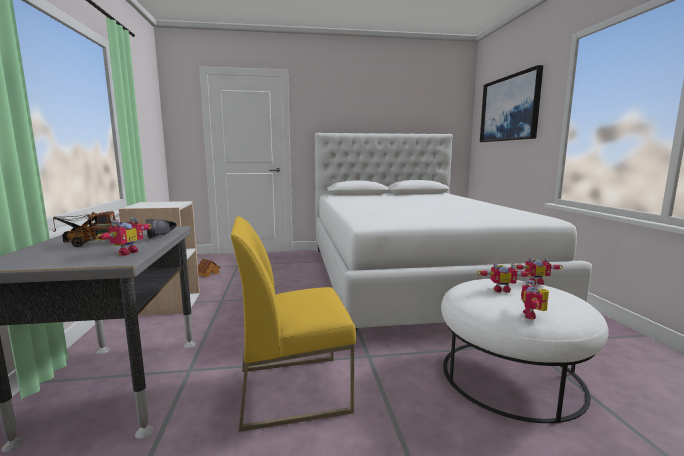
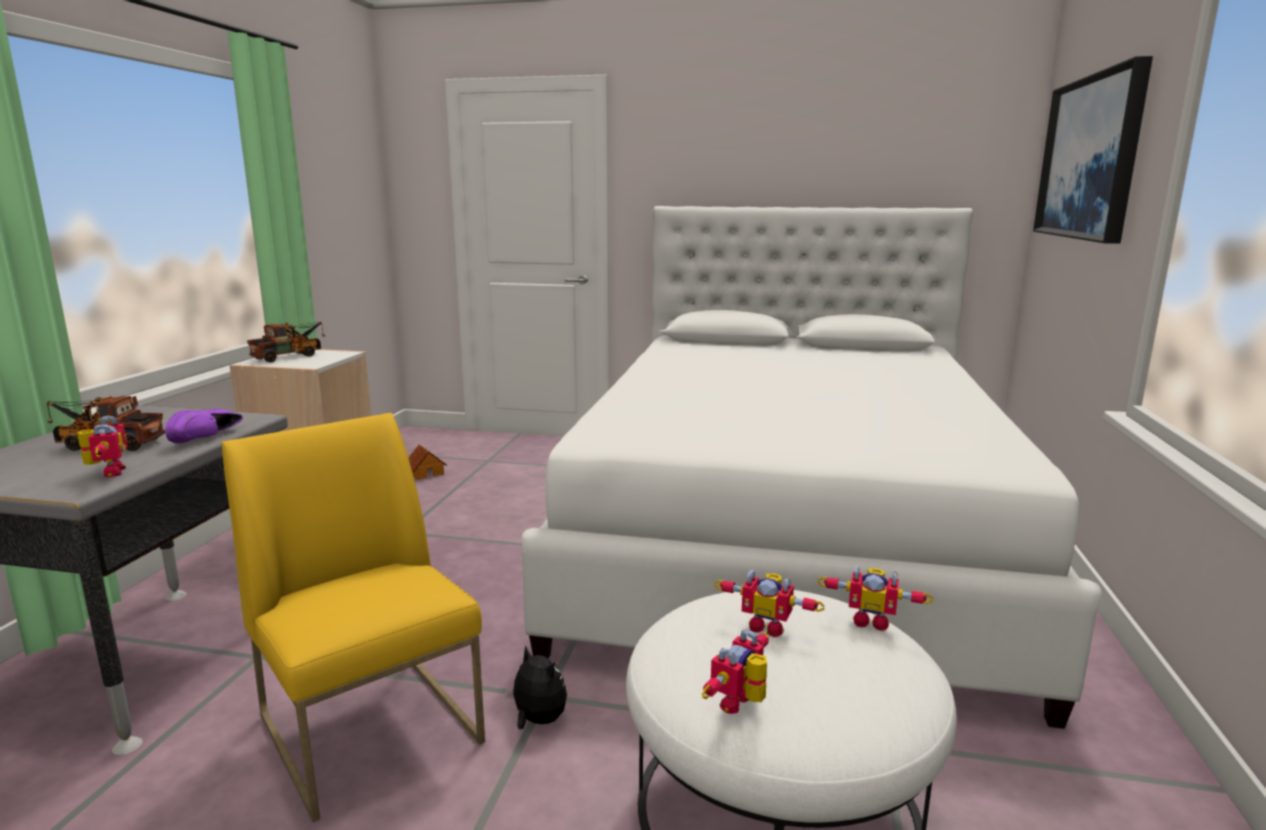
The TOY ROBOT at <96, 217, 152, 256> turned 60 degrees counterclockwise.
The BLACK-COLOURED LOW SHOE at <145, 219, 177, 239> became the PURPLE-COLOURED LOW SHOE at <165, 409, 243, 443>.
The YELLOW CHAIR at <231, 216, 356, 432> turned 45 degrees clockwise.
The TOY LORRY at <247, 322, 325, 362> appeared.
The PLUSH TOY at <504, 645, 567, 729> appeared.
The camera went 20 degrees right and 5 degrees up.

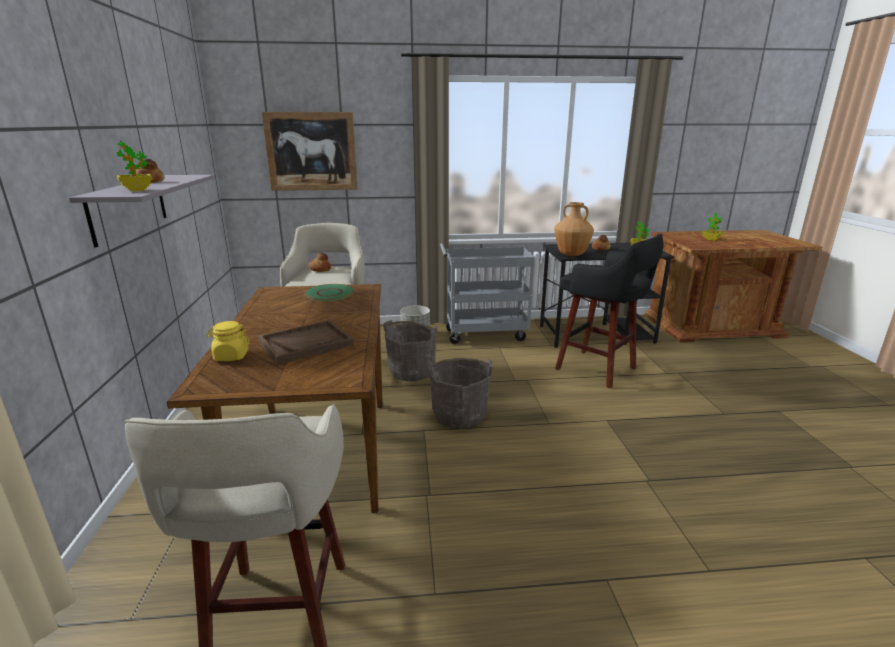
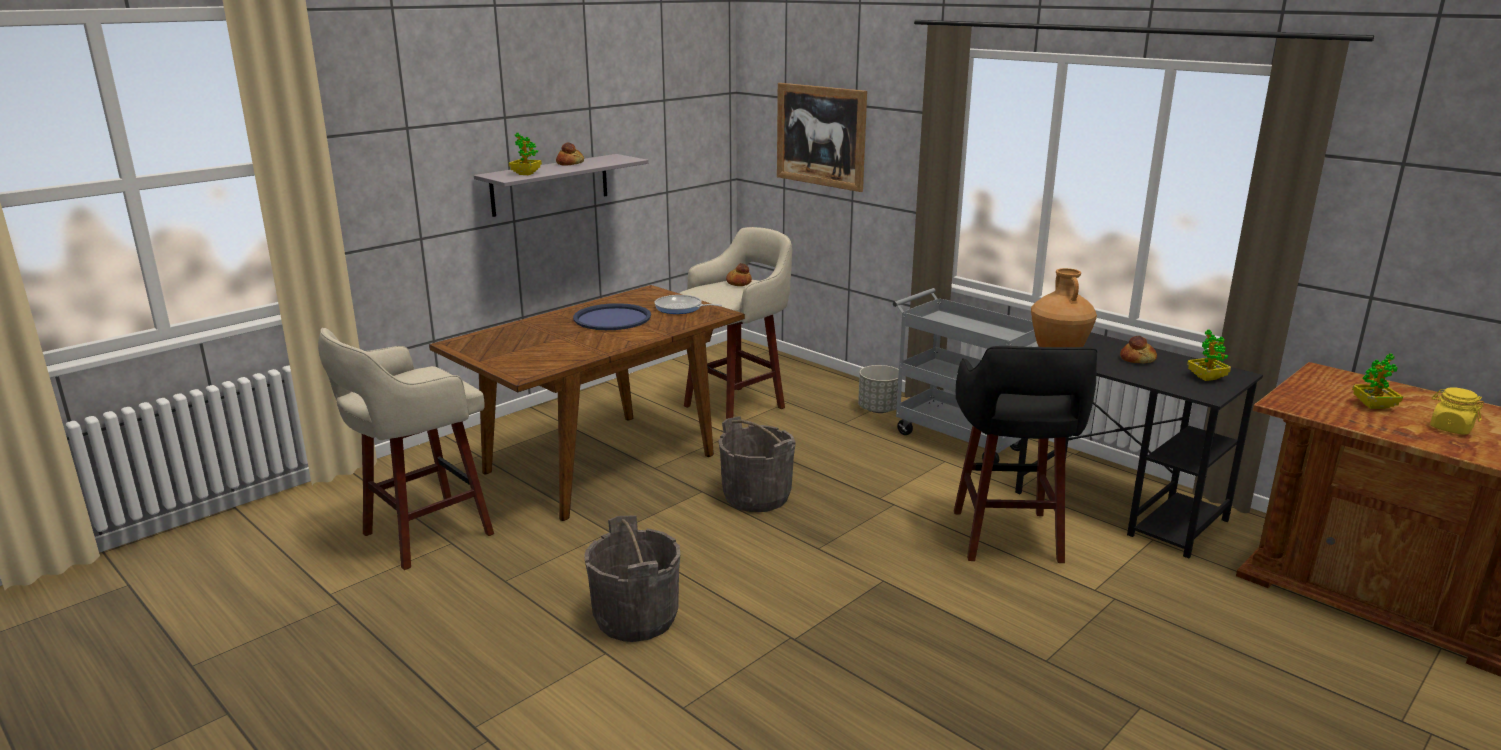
The BLUE-COLOURED CARRYING TRAY at <573, 303, 651, 330> appeared.
The GREYISH BUCKET moved from <383, 320, 438, 381> to <584, 515, 680, 642>.
The GREEN FLAT DISH at <304, 284, 355, 301> was replaced by the FRYING PAN at <655, 295, 722, 314>.
The YELLOW PRESERVE JAR moved from <206, 321, 249, 361> to <1430, 388, 1484, 435>.
The BROWNISH CARRYING TRAY at <258, 320, 354, 365> disappeared.
The camera went 50 degrees right and 0 degrees up.

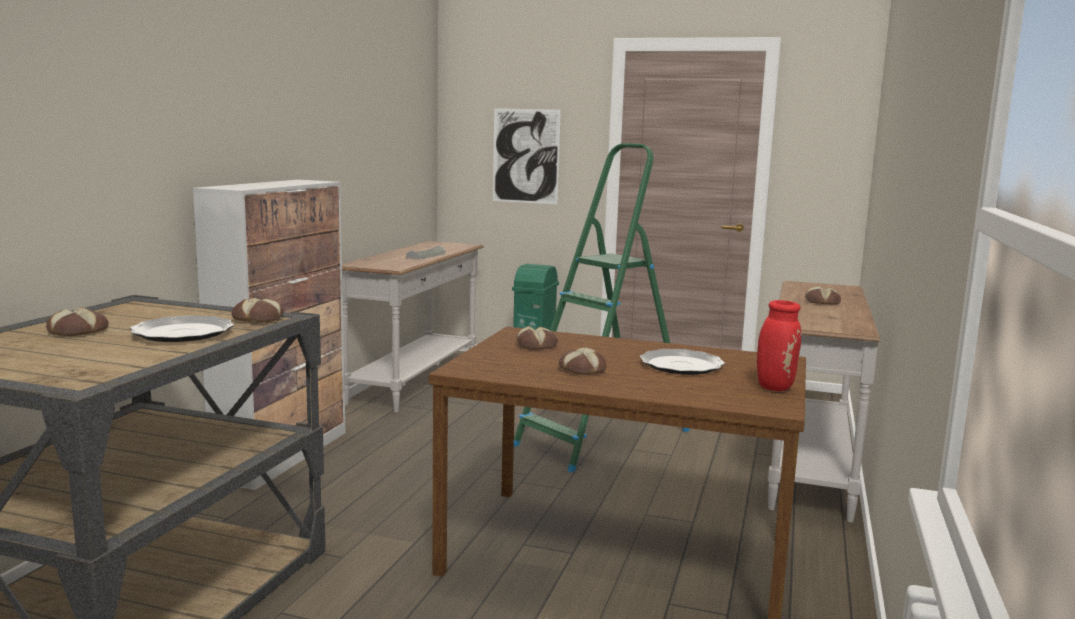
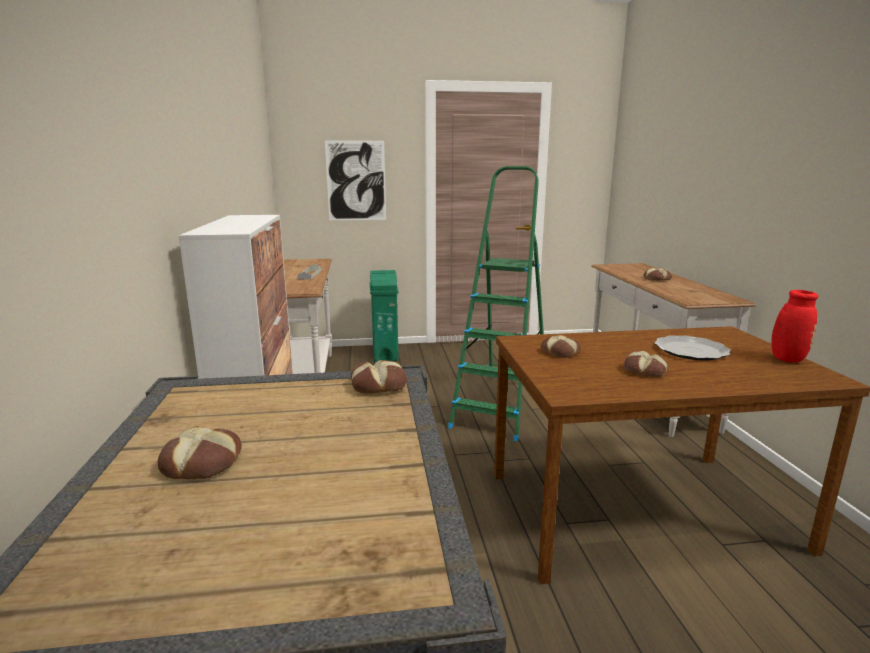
The FLAT DISH at <130, 315, 234, 342> disappeared.
The camera went 25 degrees left and 5 degrees up.

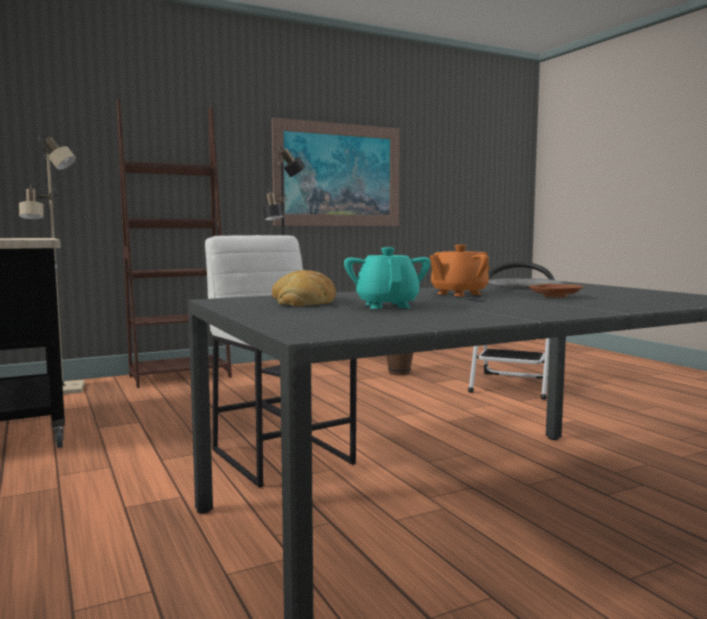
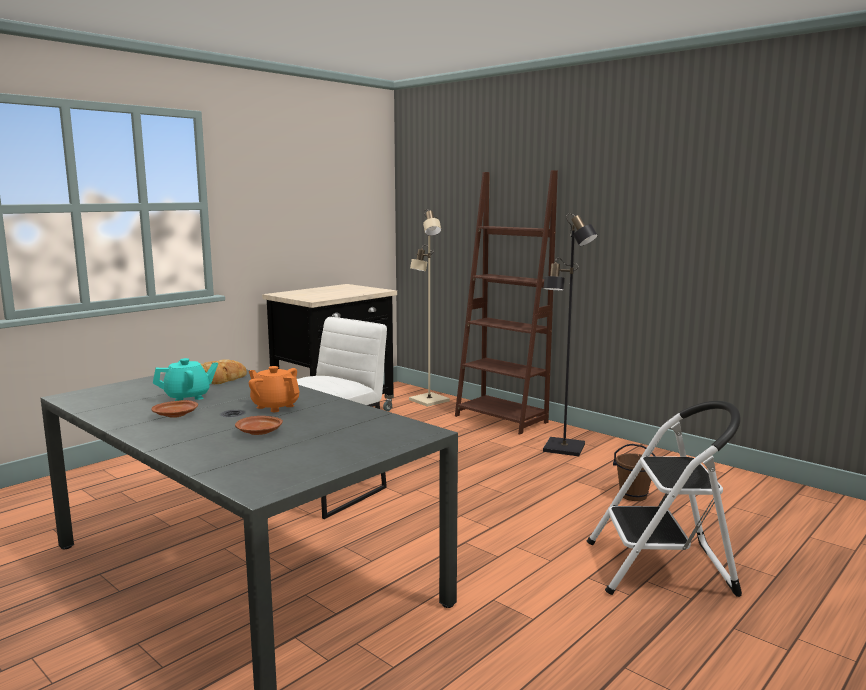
The BROWNISH FLAT DISH at <151, 400, 198, 418> appeared.
The PICTURE at <272, 118, 400, 226> disappeared.
The GREYISH FLAT DISH at <488, 278, 564, 290> disappeared.
The camera went 70 degrees right and 5 degrees up.

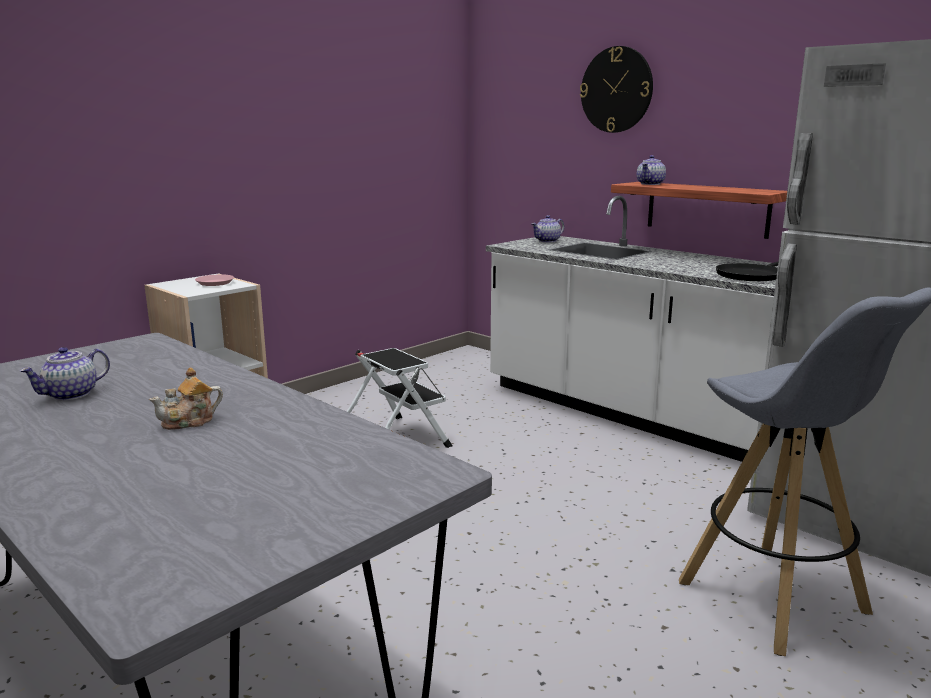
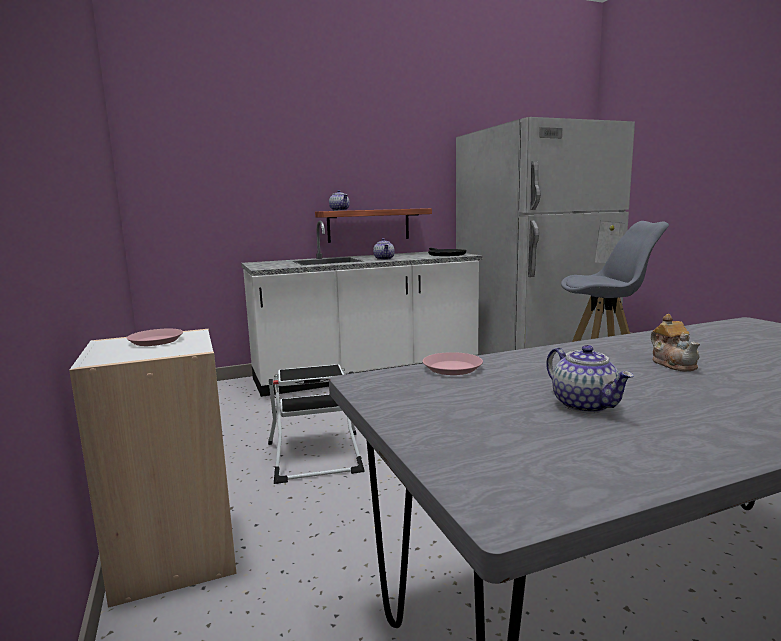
The TEAPOT moved from <531, 215, 564, 242> to <373, 238, 395, 260>.
The PINKISH FLAT DISH at <423, 352, 483, 375> appeared.
The WALL CLOCK at <580, 46, 653, 133> disappeared.
The camera went 65 degrees left and 5 degrees down.

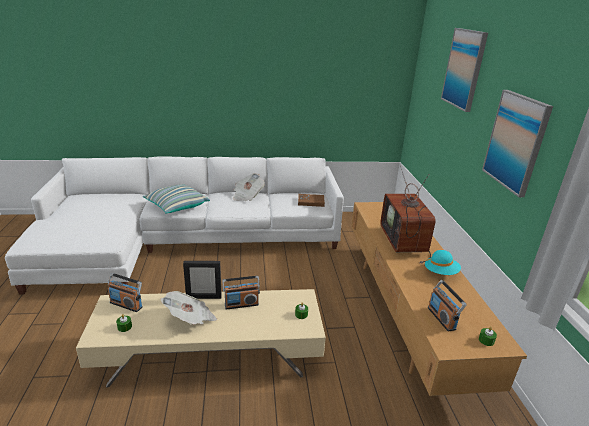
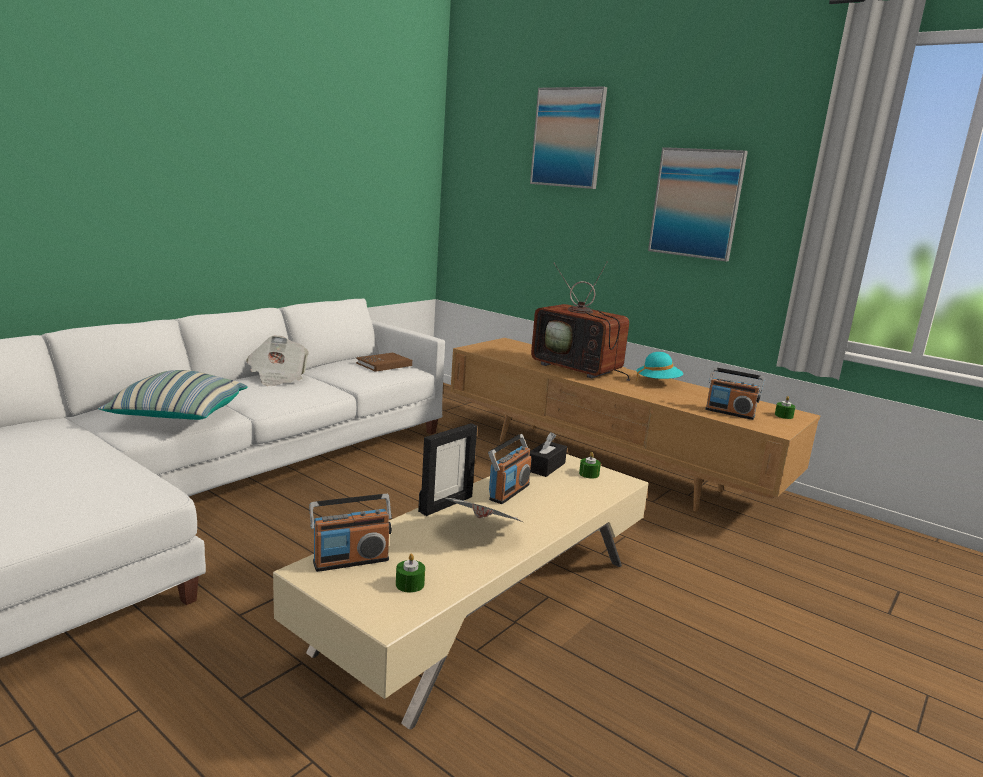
The BLACK-COLOURED TISSUE HOLDER at <530, 432, 567, 477> appeared.
The camera went 45 degrees left and 10 degrees down.

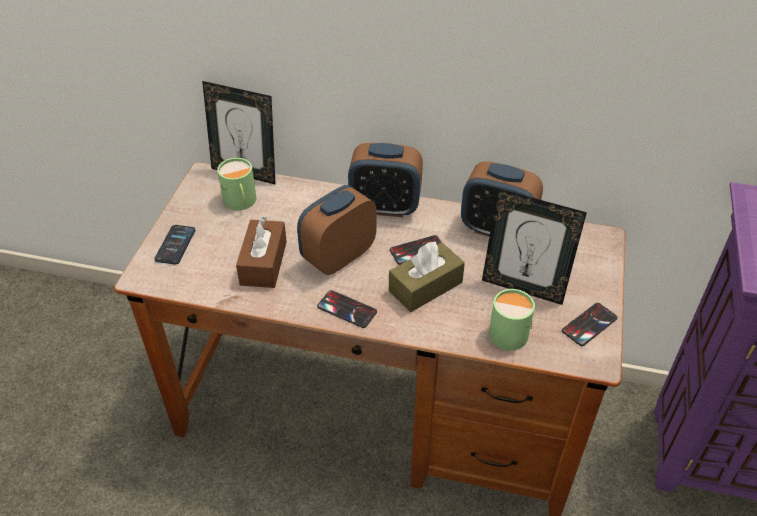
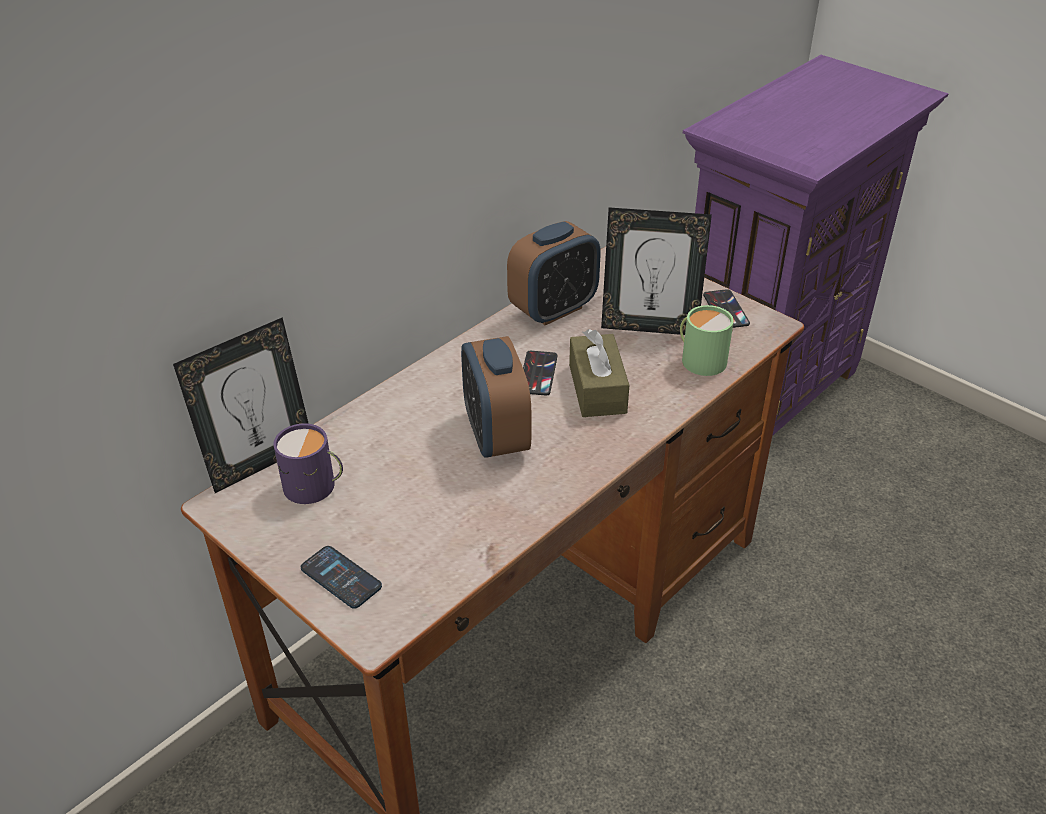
The GREEN TEA MUG at <217, 158, 257, 210> became the PURPLE-COLOURED TEA MUG at <274, 423, 343, 504>.
The PHOTO FRAME at <482, 189, 587, 305> turned 45 degrees clockwise.
The BROWNISH TISSUE HOLDER at <236, 217, 287, 288> disappeared.
The HANDSET at <317, 290, 377, 328> disappeared.
The ALARM CLOCK at <348, 143, 423, 217> disappeared.
The camera went 60 degrees left and 5 degrees down.

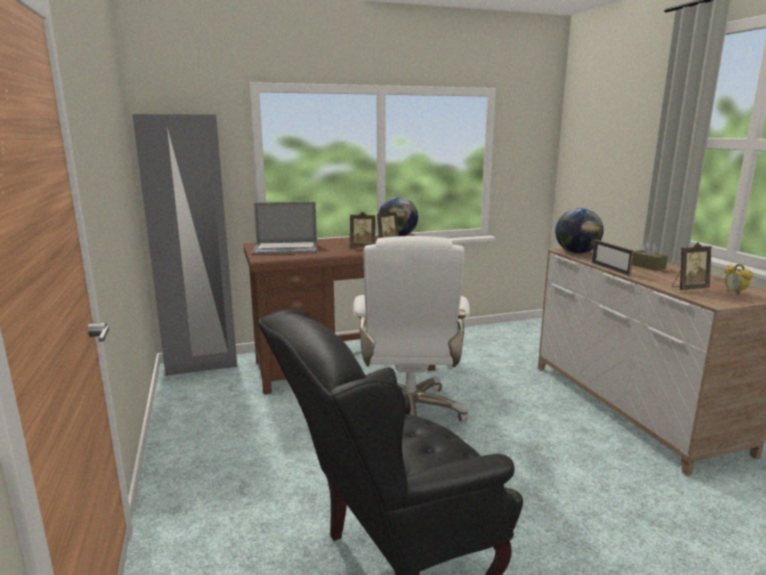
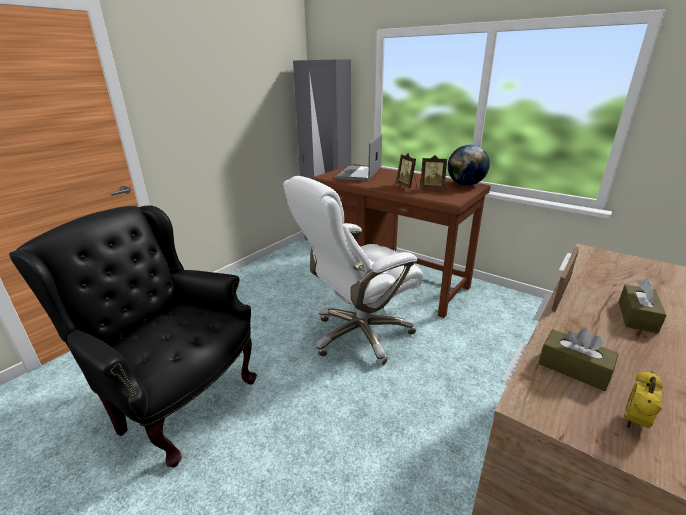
The PORTABLE COMPUTER at <252, 202, 317, 255> turned 60 degrees clockwise.
The PHOTO FRAME at <672, 242, 712, 290> was replaced by the BROWNISH TISSUE HOLDER at <539, 328, 619, 391>.
The DESK GLOBE at <555, 208, 603, 254> disappeared.
The camera went 55 degrees right and 10 degrees up.

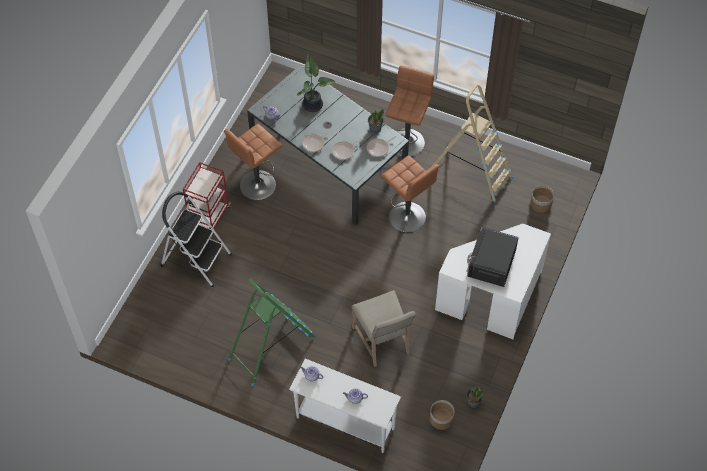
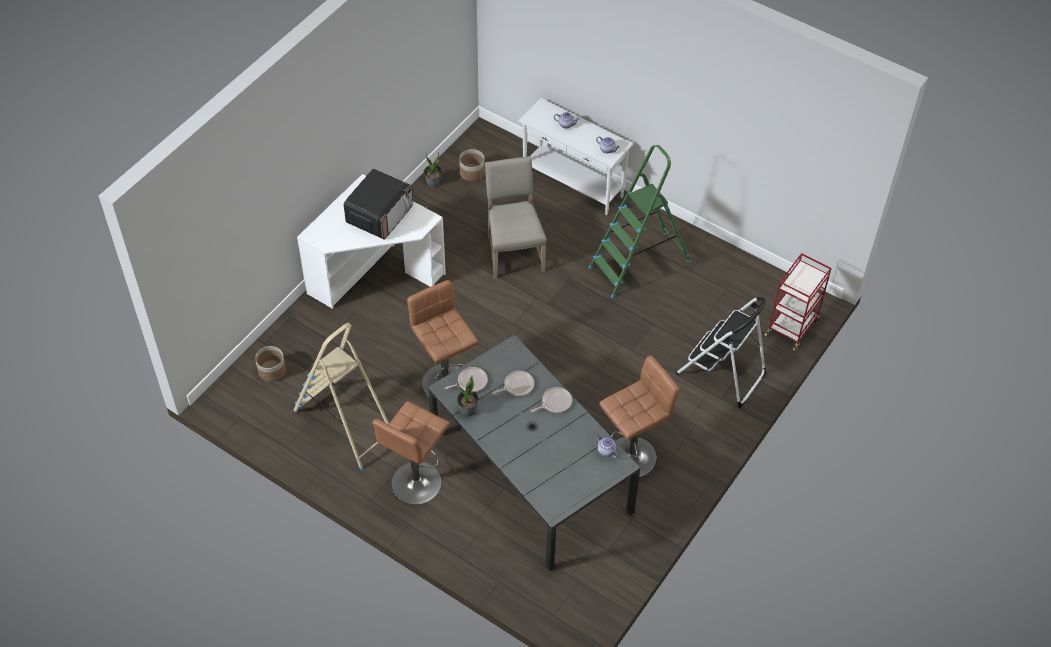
The RED-COLOURED WHEELED CART moved from <183, 162, 231, 234> to <764, 253, 832, 352>.
The HOUSEPLANT at <297, 54, 335, 112> disappeared.
The camera went 170 degrees left and 5 degrees down.

